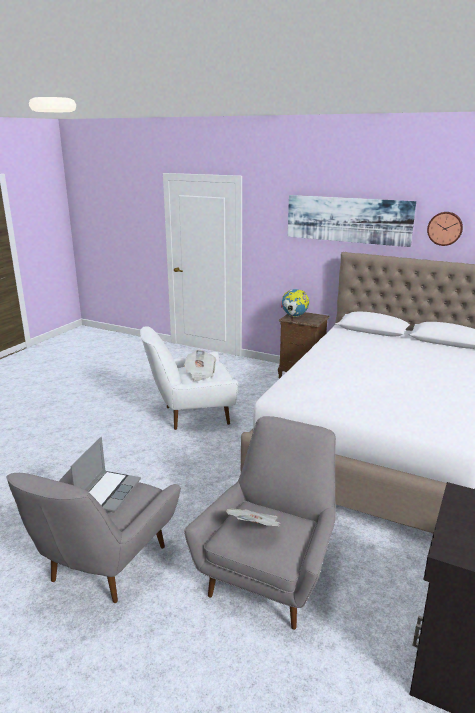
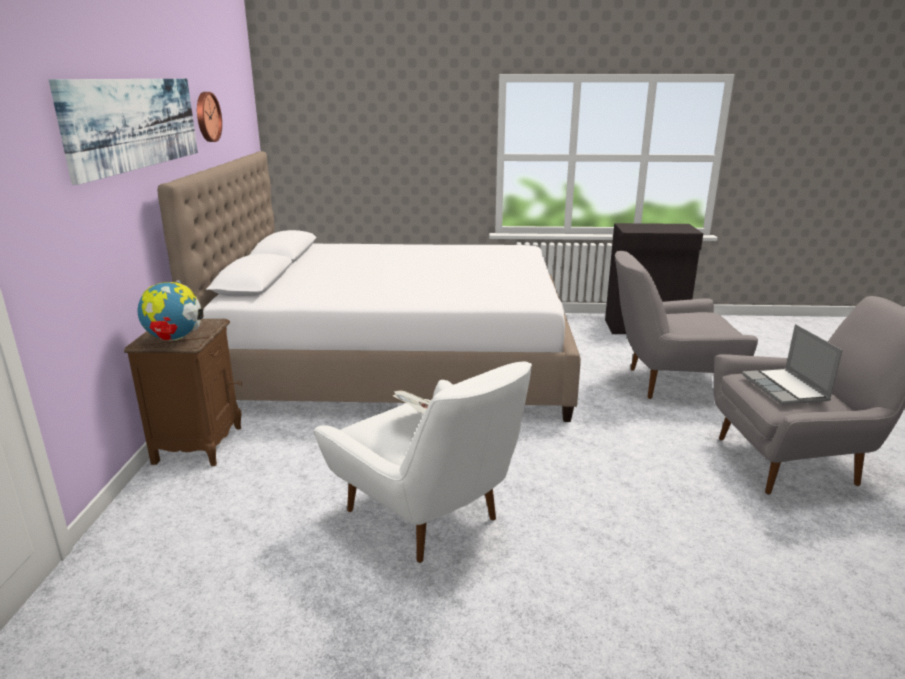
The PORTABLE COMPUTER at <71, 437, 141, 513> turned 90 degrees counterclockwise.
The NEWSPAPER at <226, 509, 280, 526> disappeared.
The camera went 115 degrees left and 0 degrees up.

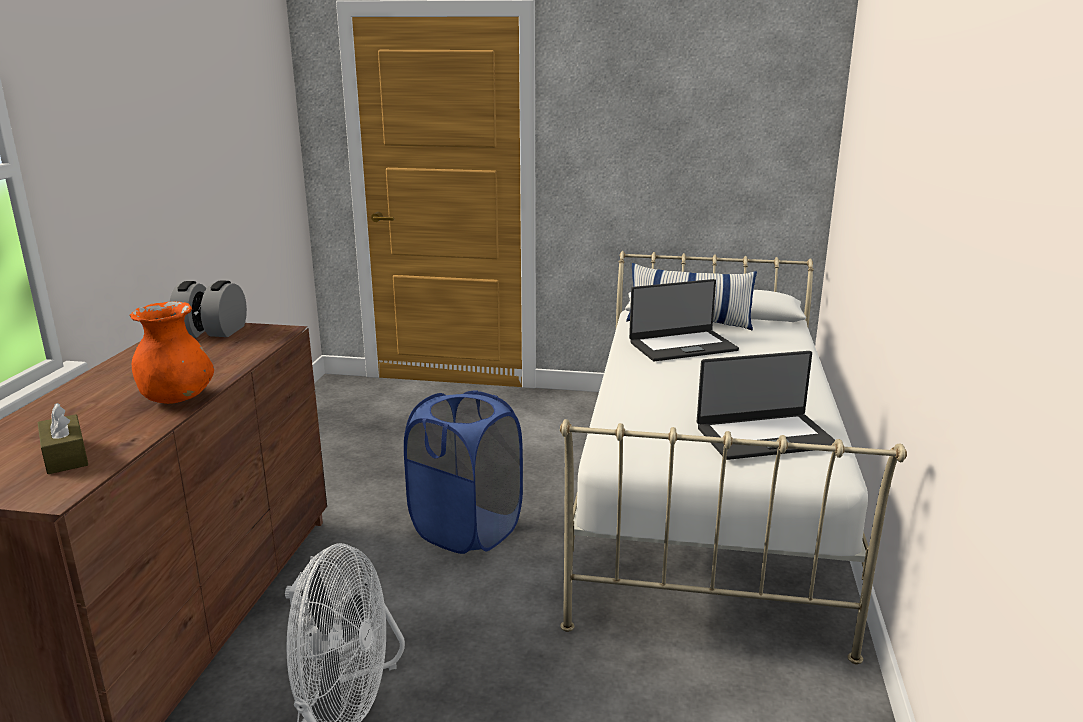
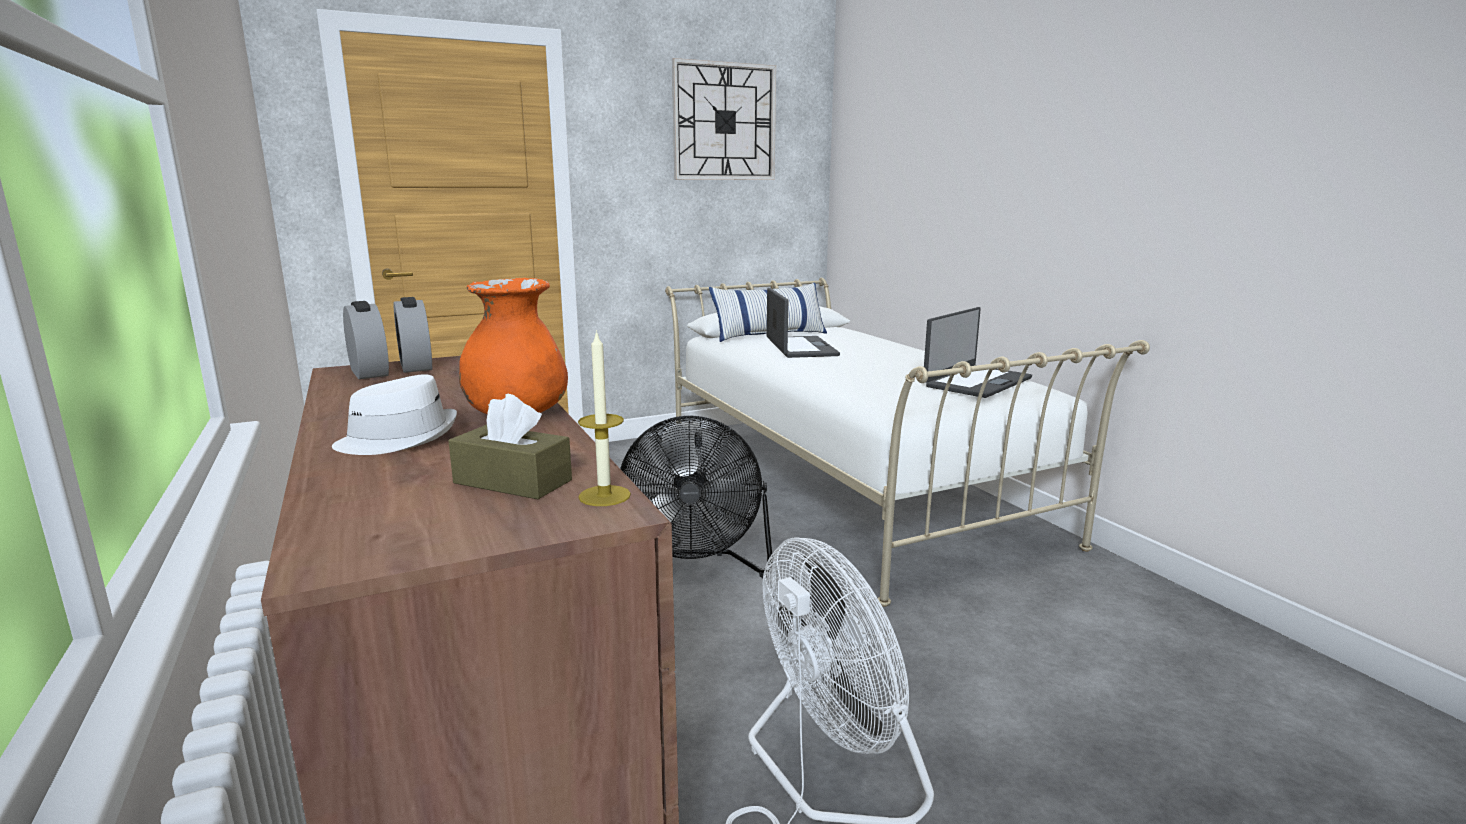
The WHITE-COLOURED CLOTHING HAT at <332, 374, 457, 455> appeared.
The WAX CANDLE at <578, 330, 631, 506> appeared.
The BLUE-COLOURED LAUNDRY BASKET at <404, 390, 523, 554> was replaced by the BLACK-COLOURED ELECTRIC FAN at <620, 416, 773, 579>.
The WALL CLOCK at <672, 58, 776, 180> appeared.
The PORTABLE COMPUTER at <629, 279, 739, 361> turned 45 degrees counterclockwise.
The camera went 35 degrees left and 5 degrees down.

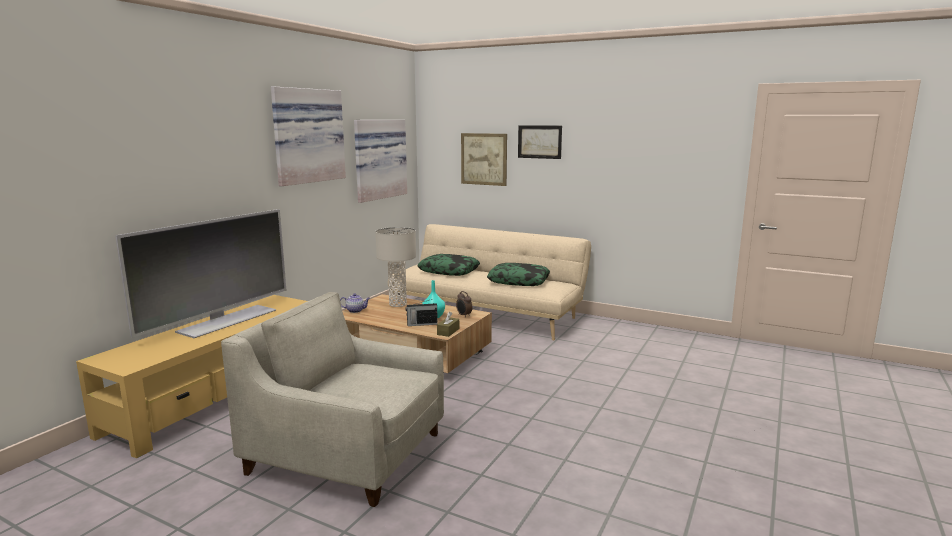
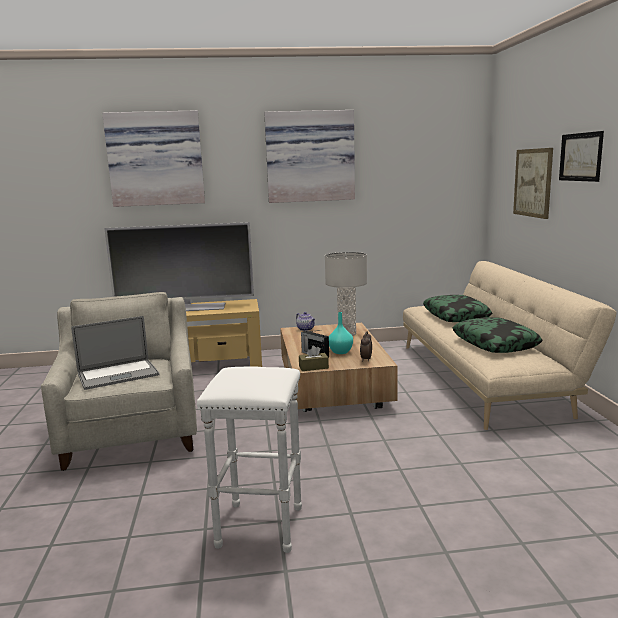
The PORTABLE COMPUTER at <71, 316, 159, 390> appeared.
The PICTURE moved from <354, 120, 407, 203> to <102, 110, 205, 207>.
The WHITE-COLOURED STOOL at <197, 366, 302, 553> appeared.
The camera went 55 degrees right and 0 degrees up.

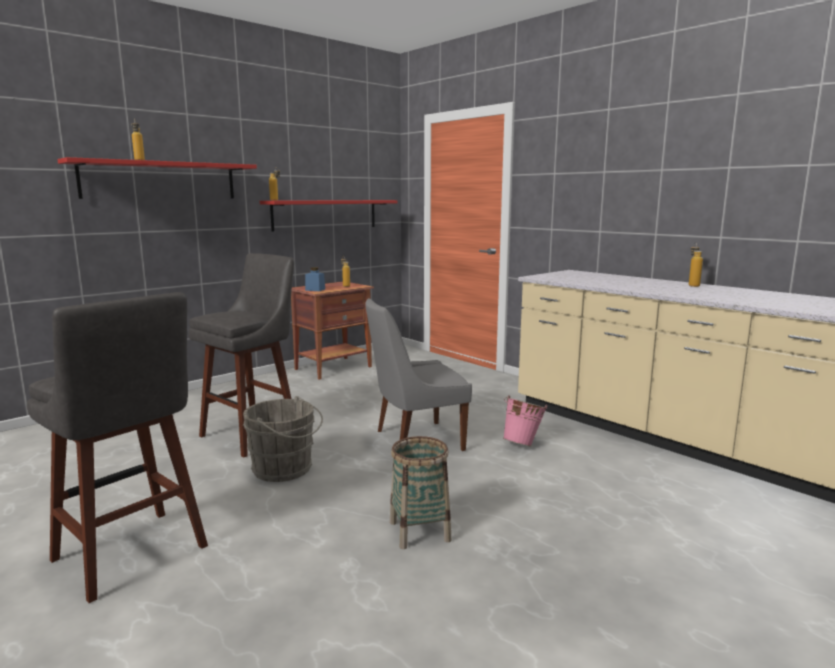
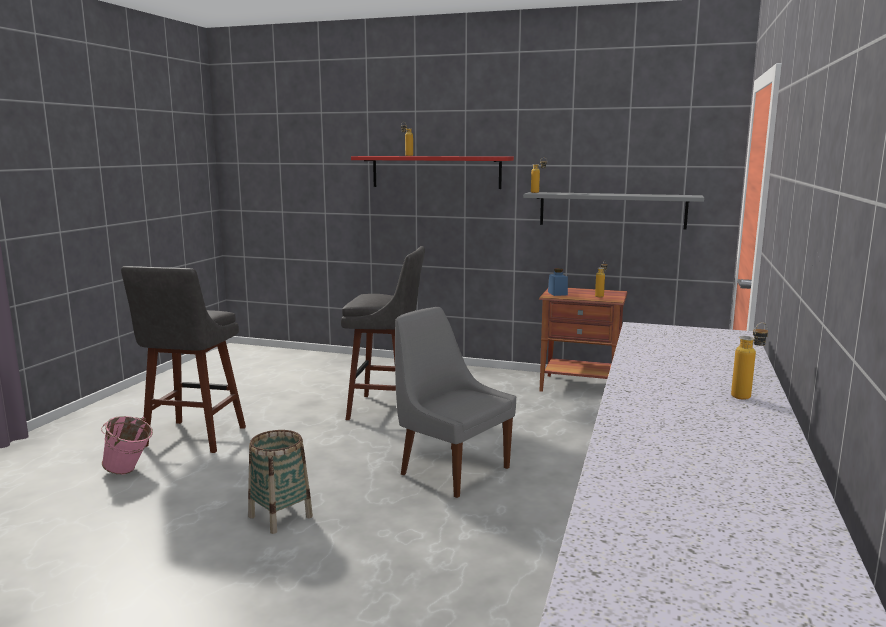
The PINKISH BUCKET moved from <503, 395, 548, 447> to <101, 416, 153, 475>.
The RED-COLOURED BRACKET SHELF at <260, 200, 397, 231> became the GREYISH BRACKET SHELF at <523, 192, 704, 229>.
The GREYISH BUCKET at <243, 396, 323, 482> disappeared.
The camera went 60 degrees right and 0 degrees up.

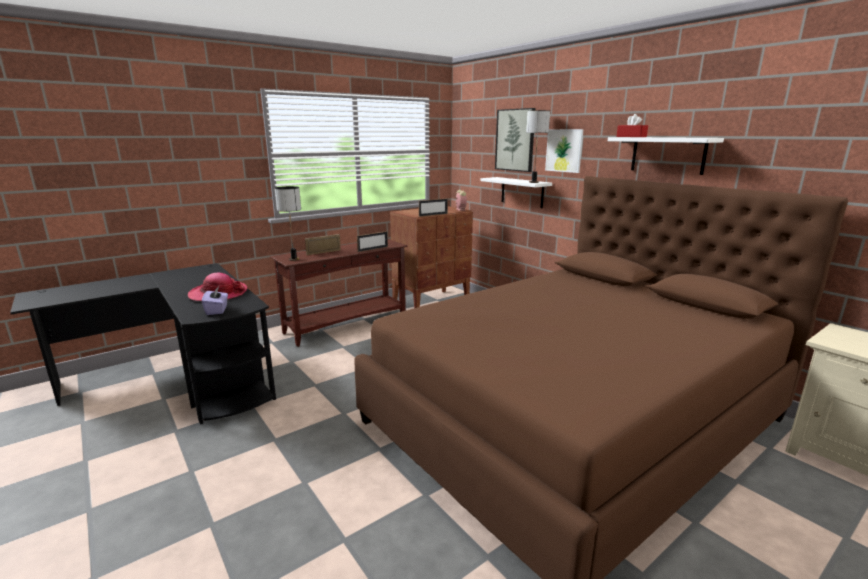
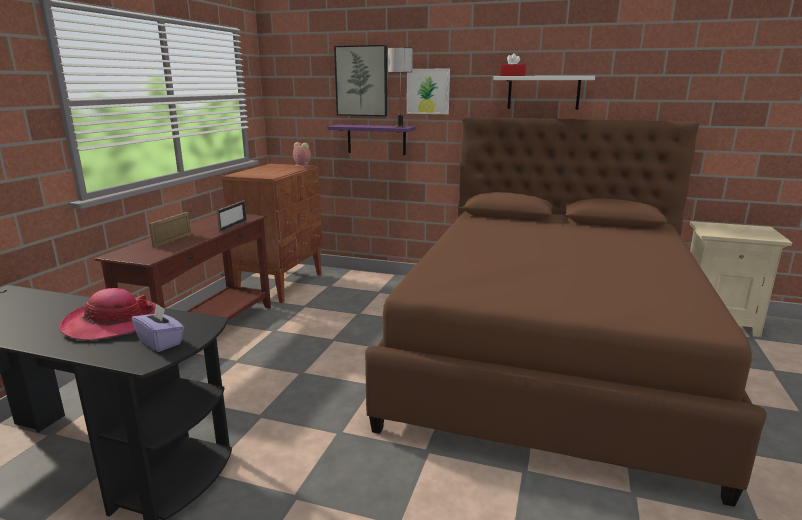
The WHITE-COLOURED BRACKET SHELF at <481, 177, 552, 208> became the PURPLE-COLOURED BRACKET SHELF at <327, 125, 416, 155>.
The TABLETOP LAMP at <275, 186, 301, 261> disappeared.
The PHOTO FRAME at <419, 198, 448, 217> disappeared.
The camera went 35 degrees left and 0 degrees up.

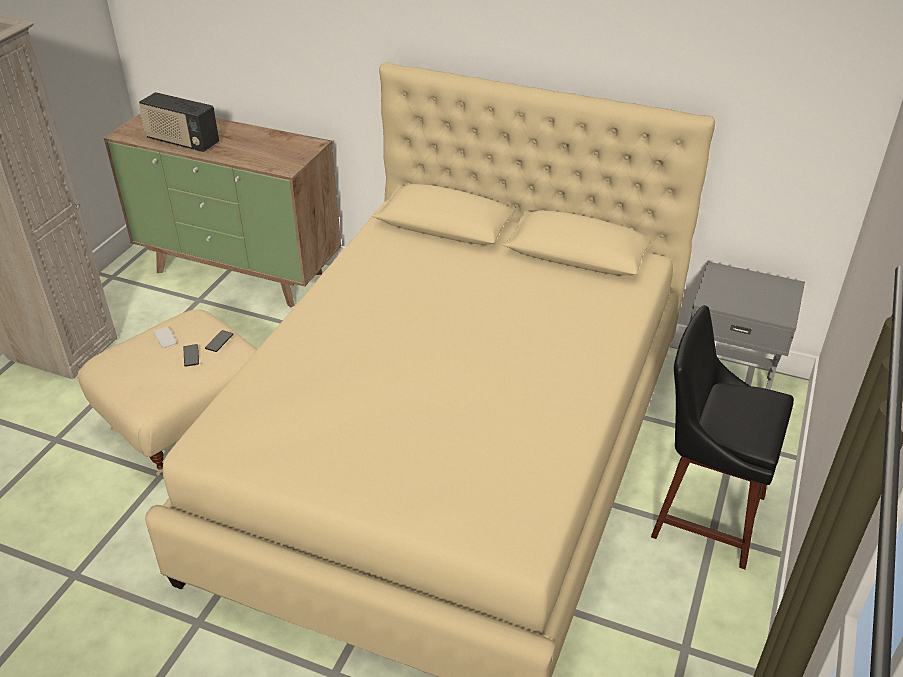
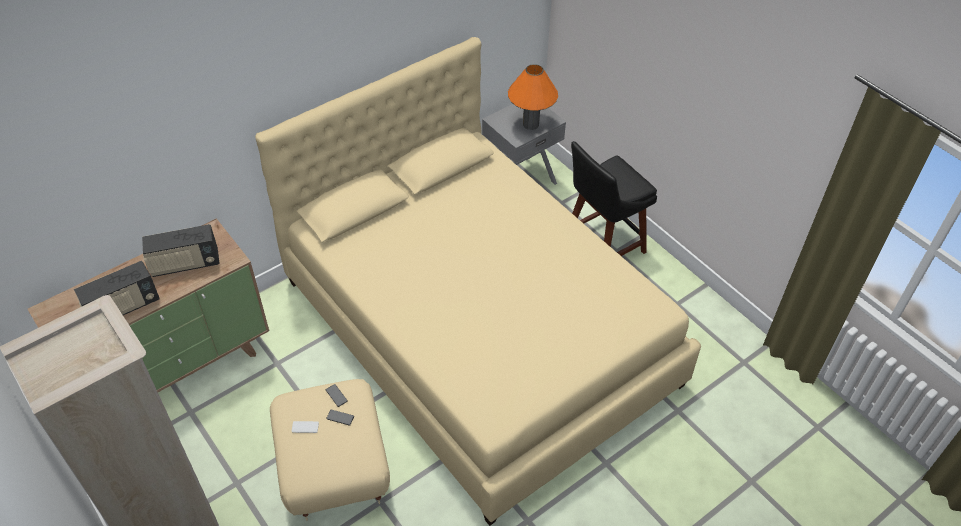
The RADIO SET at <142, 224, 219, 277> appeared.
The ORANGE TABLETOP LAMP at <508, 64, 558, 130> appeared.
The camera went 60 degrees left and 10 degrees up.

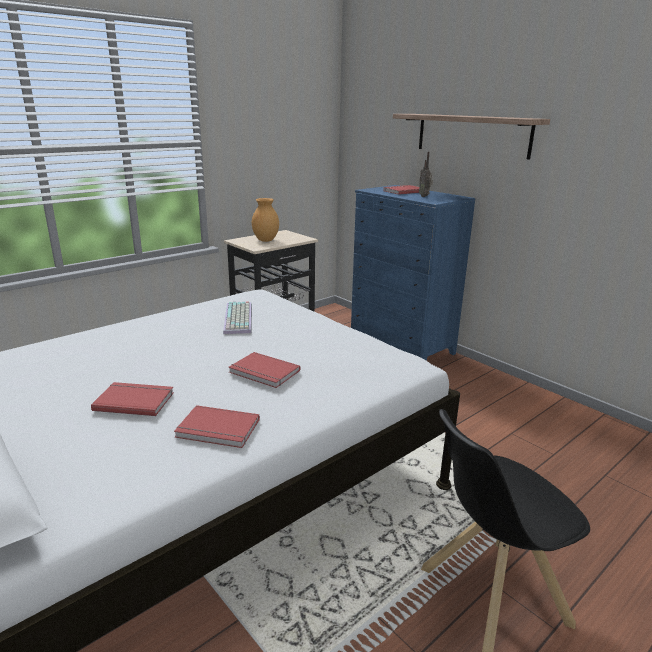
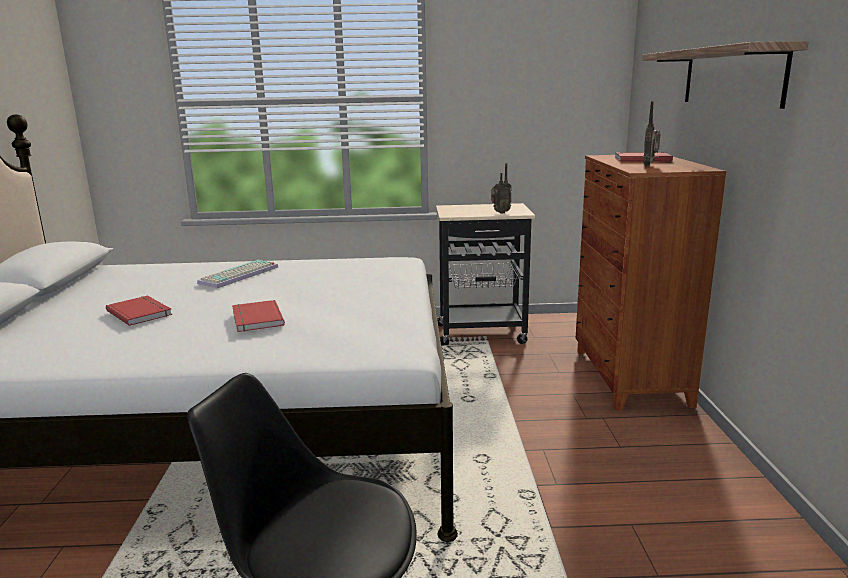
The KEYBOARD moved from <223, 301, 252, 334> to <197, 260, 278, 288>.
The RADIO SET at <491, 163, 512, 214> appeared.
The BLUE-COLOURED DRESSER at <351, 185, 475, 361> became the BROWNISH DRESSER at <576, 155, 726, 410>.
The RED-COLOURED VOLUME at <174, 405, 260, 448> disappeared.
The BROWNISH FLOWER VASE at <252, 198, 279, 242> disappeared.
The camera went 40 degrees right and 5 degrees down.

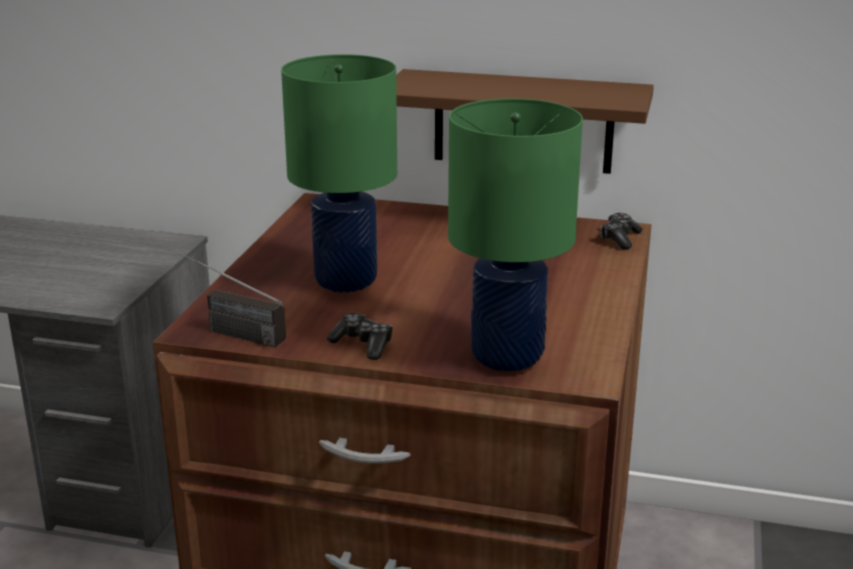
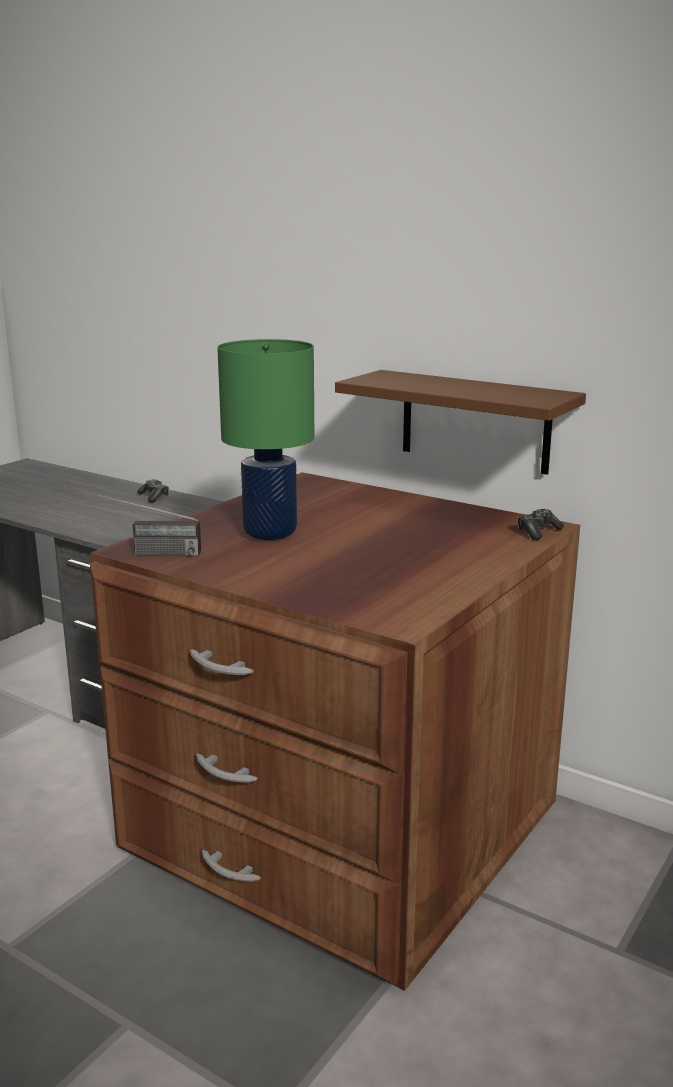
The RADIO SET at <180, 252, 286, 347> turned 45 degrees counterclockwise.
The GAMEPAD moved from <327, 313, 393, 360> to <137, 480, 169, 502>.
The GREEN TABLETOP LAMP at <448, 98, 583, 372> disappeared.
The camera went 20 degrees right and 5 degrees down.

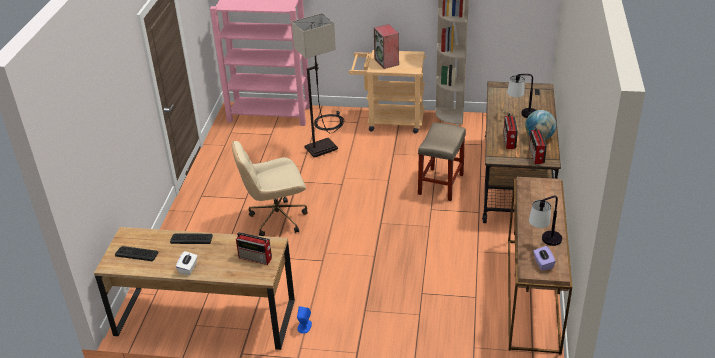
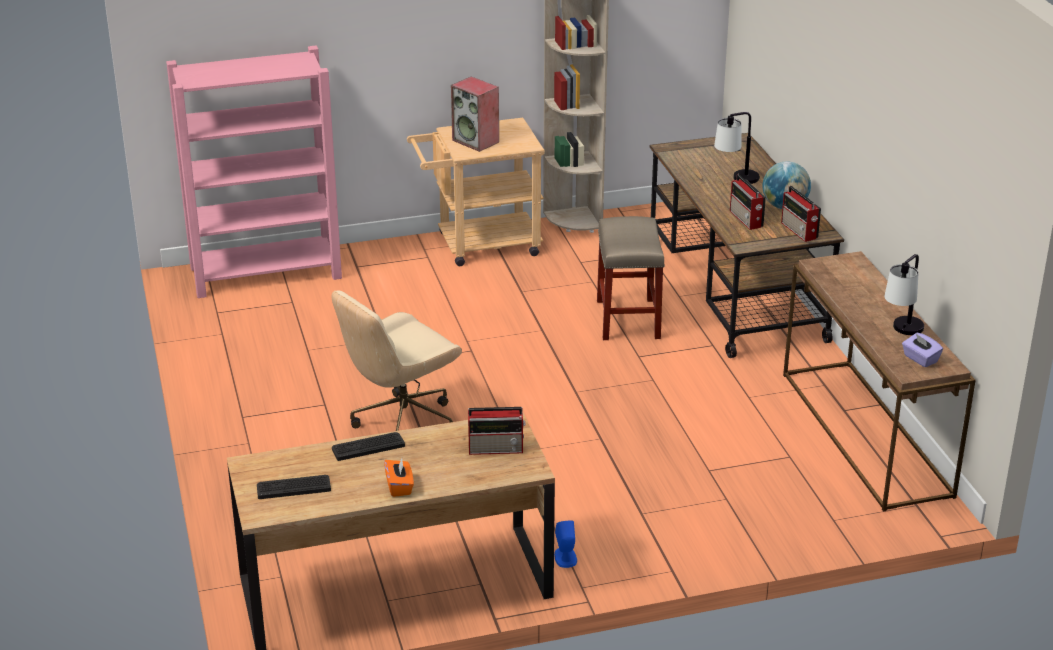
The WHITE-COLOURED TISSUE HOLDER at <176, 251, 197, 275> became the ORANGE TISSUE HOLDER at <384, 458, 414, 497>.
The FLOOR LAMP at <292, 13, 344, 157> disappeared.
The camera went 25 degrees left and 5 degrees down.

